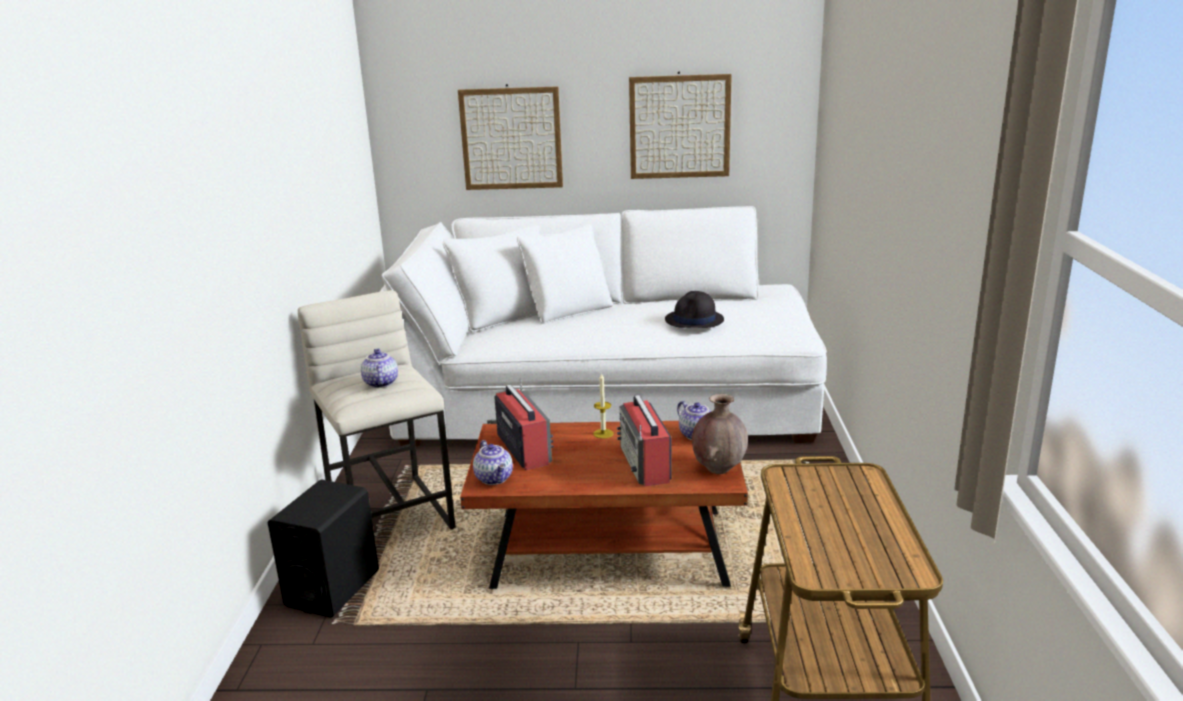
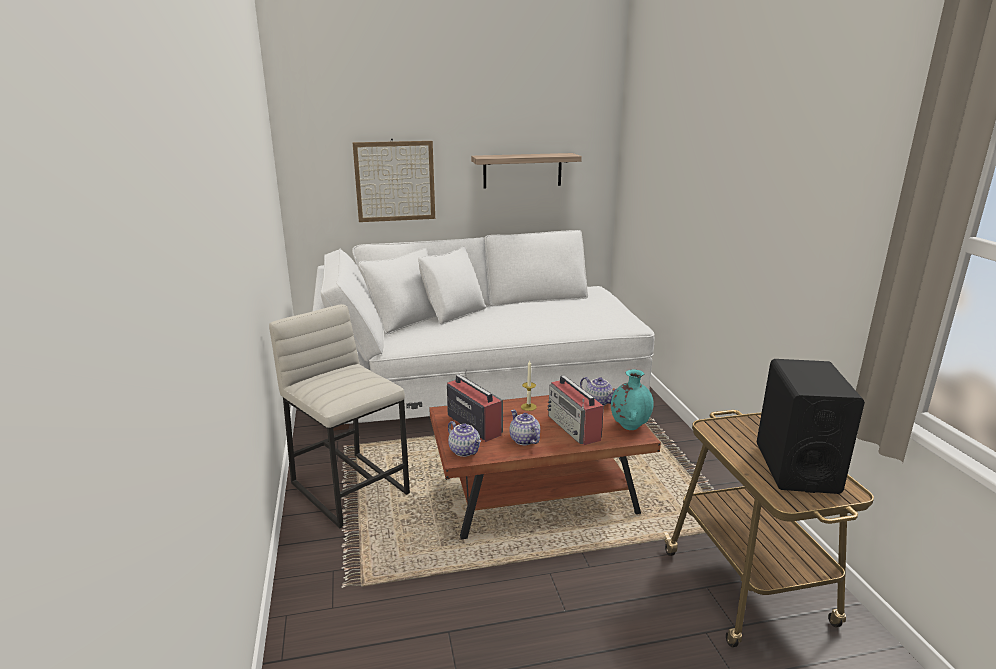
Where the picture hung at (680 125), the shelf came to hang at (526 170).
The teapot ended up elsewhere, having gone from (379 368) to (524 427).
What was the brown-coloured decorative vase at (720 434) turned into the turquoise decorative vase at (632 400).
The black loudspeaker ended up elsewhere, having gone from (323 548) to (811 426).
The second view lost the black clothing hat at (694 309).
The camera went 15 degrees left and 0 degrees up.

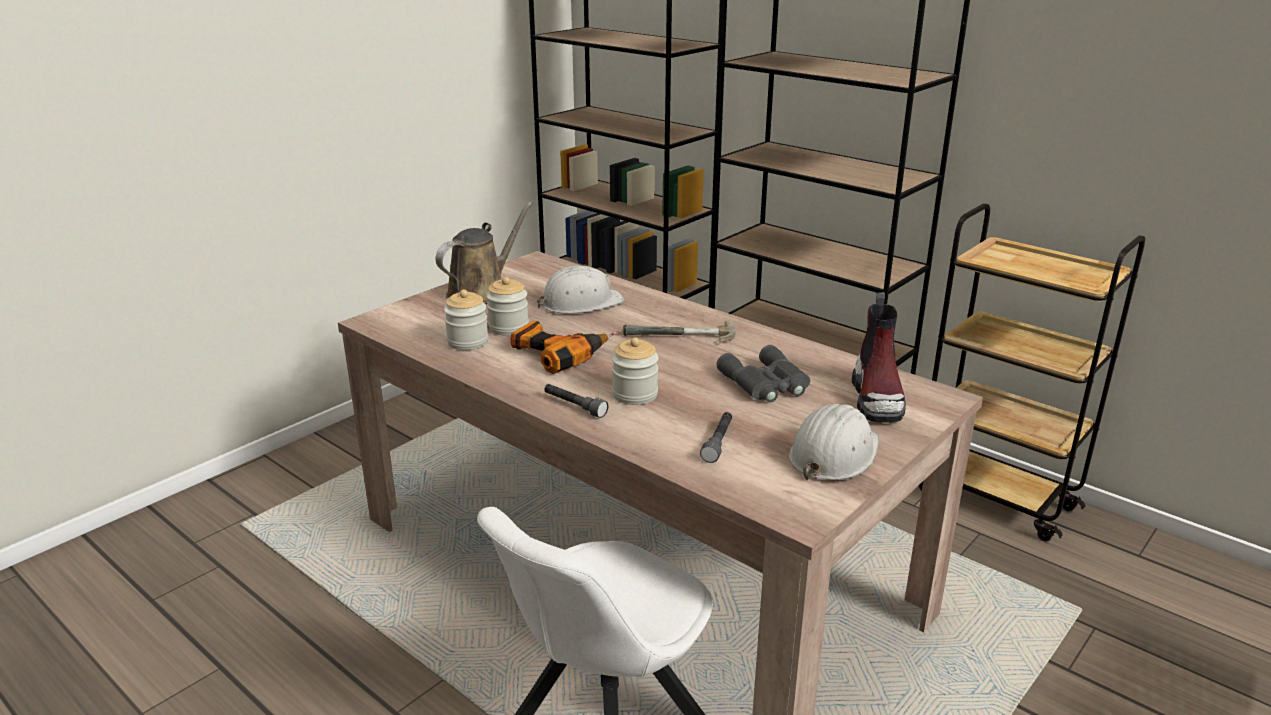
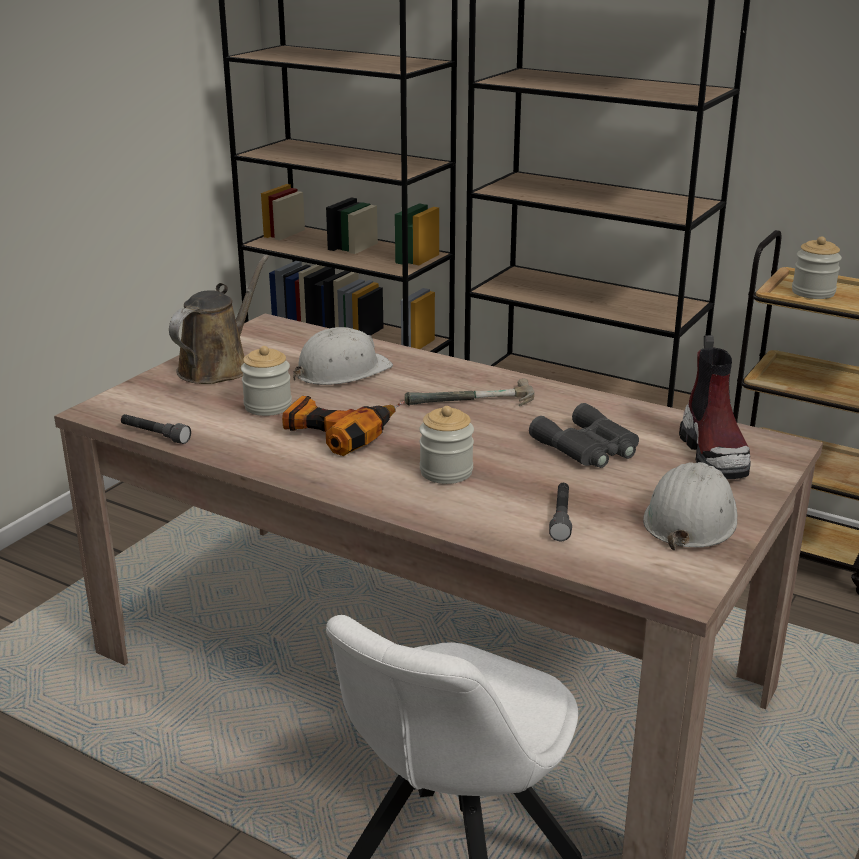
The gray hand torch ended up elsewhere, having gone from (576 401) to (156 429).
The preserve jar ended up elsewhere, having gone from (466 320) to (817 267).
The camera went 10 degrees left and 0 degrees up.

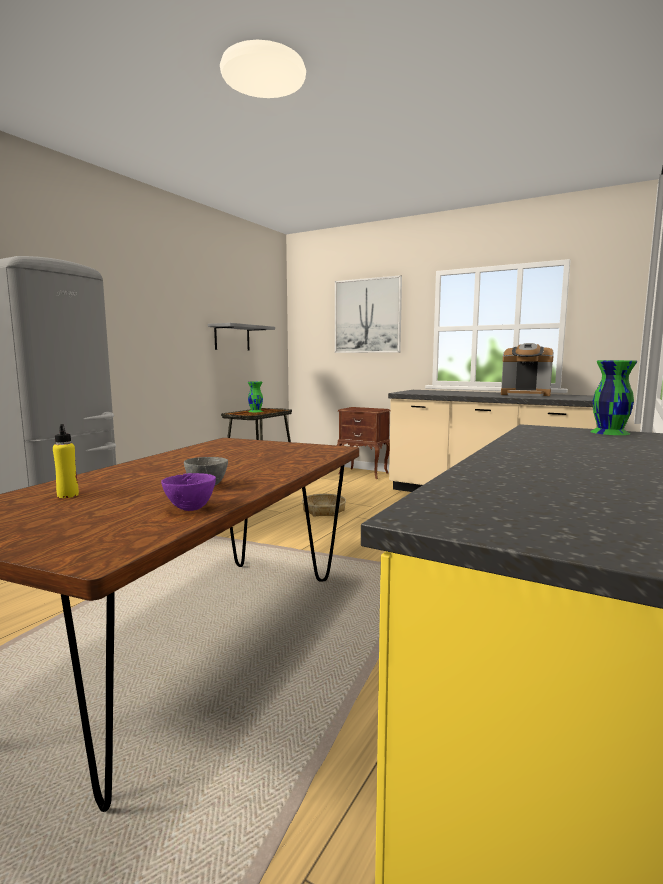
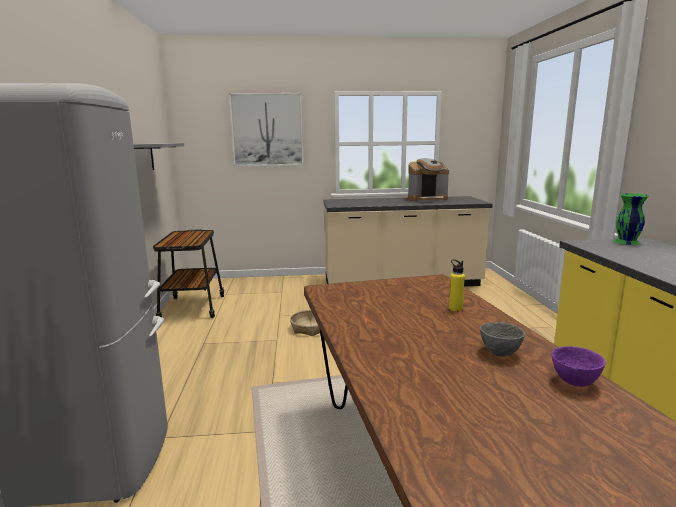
The yellowish bottle ended up elsewhere, having gone from (66 461) to (457 285).
The second view lost the green-coloured decorative vase at (255 396).
The second view lost the brown-coloured nightstand at (363 443).
The camera went 35 degrees left and 5 degrees up.

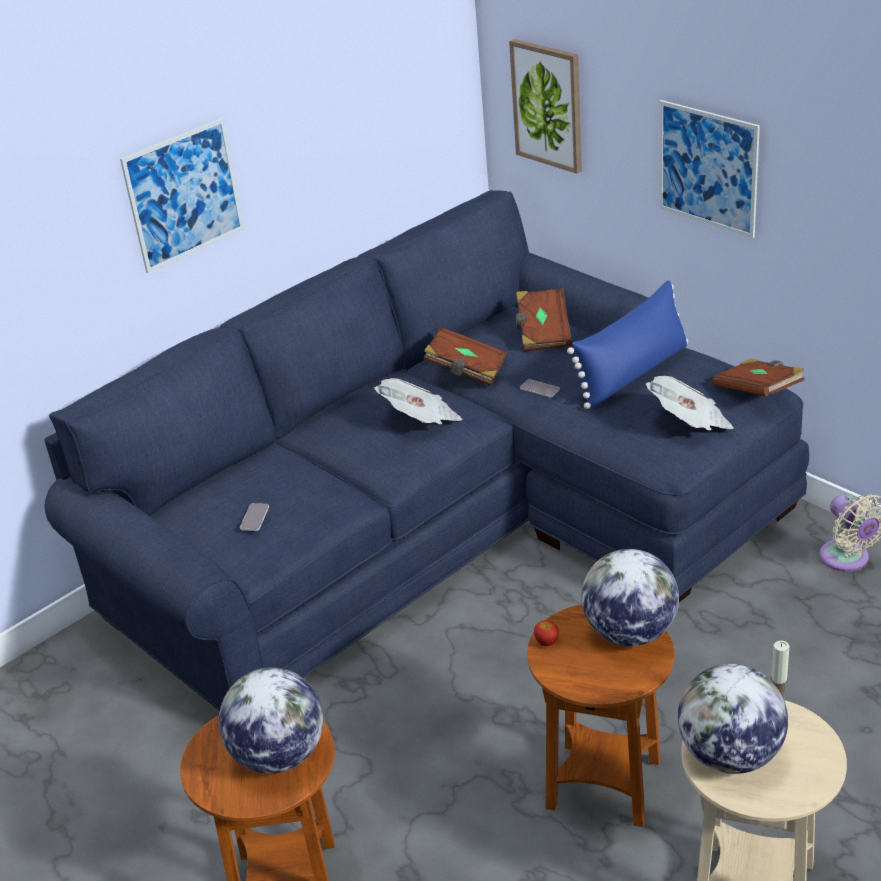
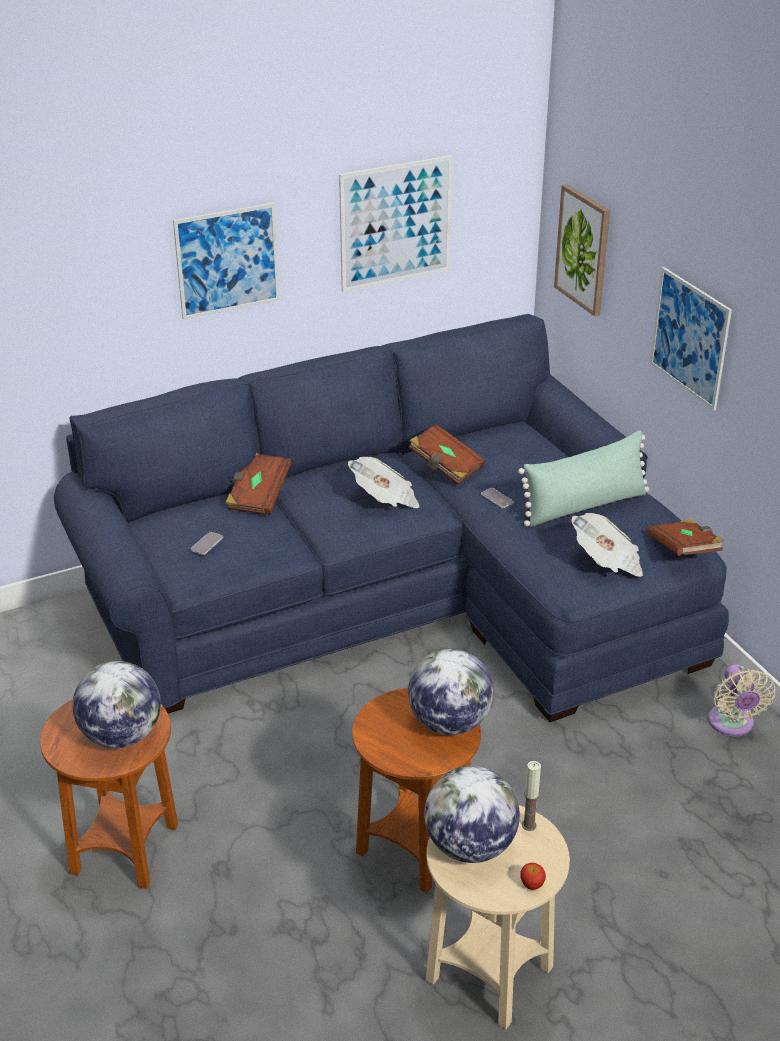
The brown-coloured book ended up elsewhere, having gone from (544 319) to (258 484).
The second view gained the picture at (396 223).
What was the blue pillow at (627 344) turned into the green-coloured pillow at (583 479).
The apple ended up elsewhere, having gone from (546 633) to (533 876).
The camera went 15 degrees right and 0 degrees up.

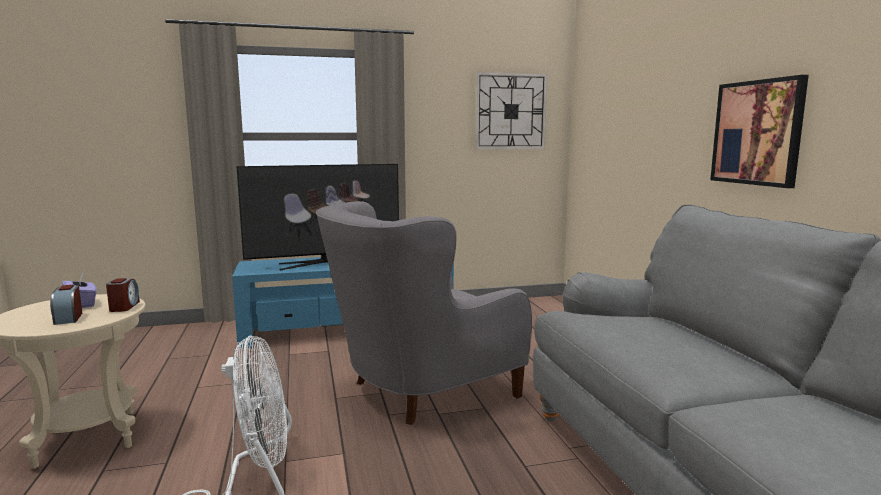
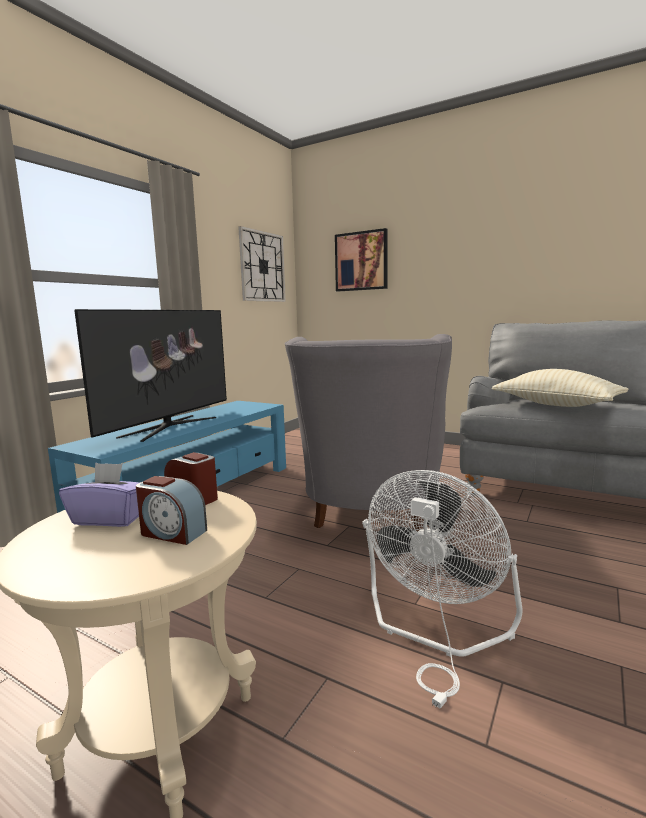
The picture ended up elsewhere, having gone from (759 131) to (361 260).
The second view gained the beige pillow at (559 388).
The camera went 45 degrees left and 0 degrees up.

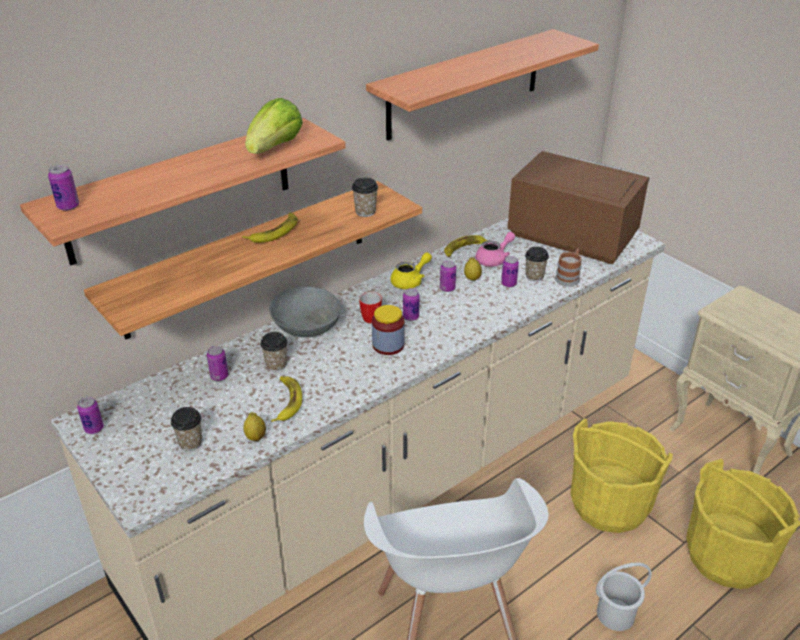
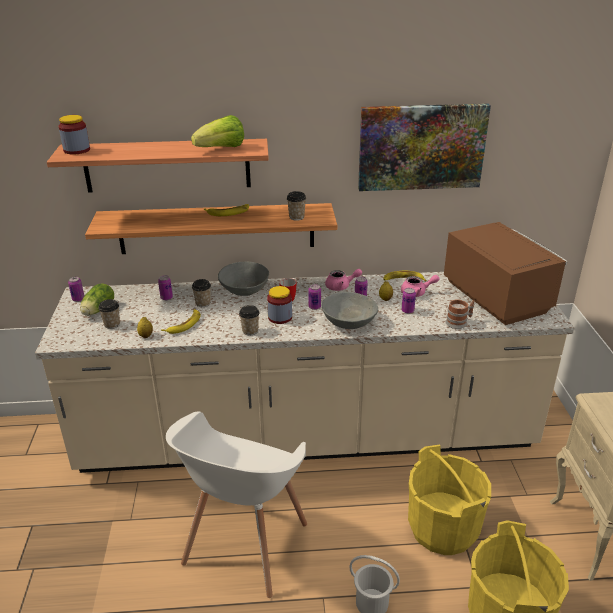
Where the sealed can stood at (63 188), the preserve jar came to stand at (74 134).
The second view gained the lettuce head at (97 300).
The drinking cup ended up elsewhere, having gone from (537 264) to (249 320).
The second view gained the gray serving bowl at (349 310).
What was the yellowish teapot at (411 270) turned into the pink teapot at (343 280).
Where the shelf hung at (482 85), the picture came to hang at (424 147).
The camera went 35 degrees right and 5 degrees down.

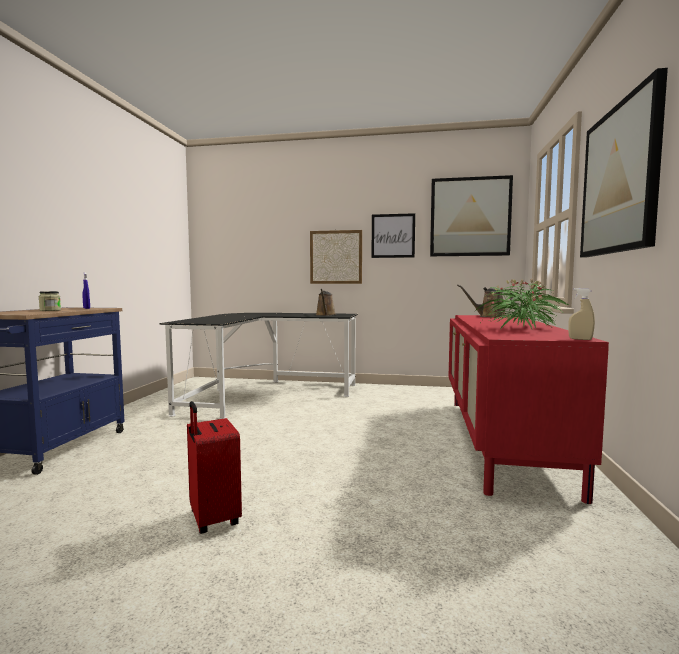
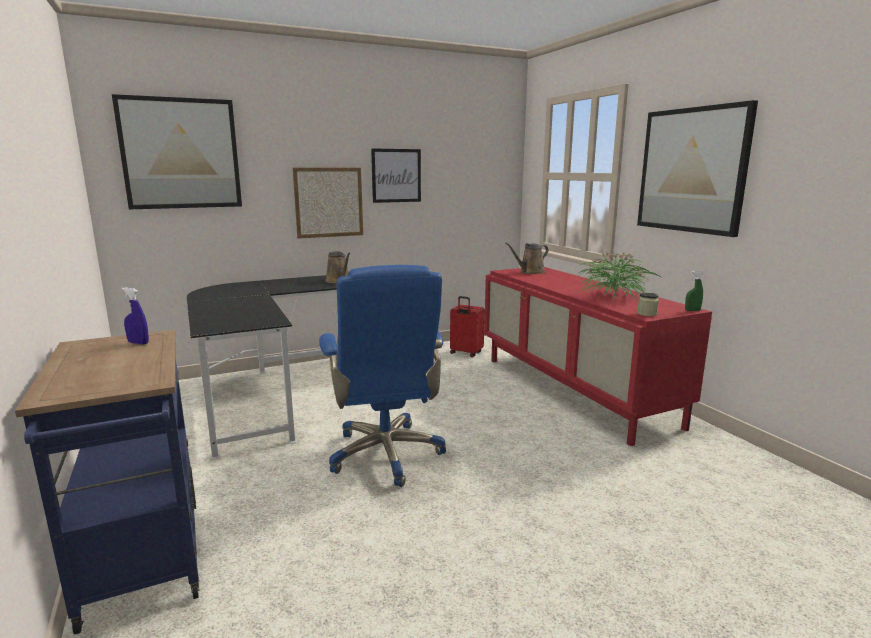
The picture ended up elsewhere, having gone from (471 215) to (177 151).
The second view gained the blue office chair at (382 376).
The red-coloured travel case ended up elsewhere, having gone from (214 467) to (467 326).
The preserve jar ended up elsewhere, having gone from (50 301) to (648 304).
What was the beige hand sprayer at (581 314) turned into the green-coloured hand sprayer at (694 291).
The camera went 35 degrees left and 10 degrees up.

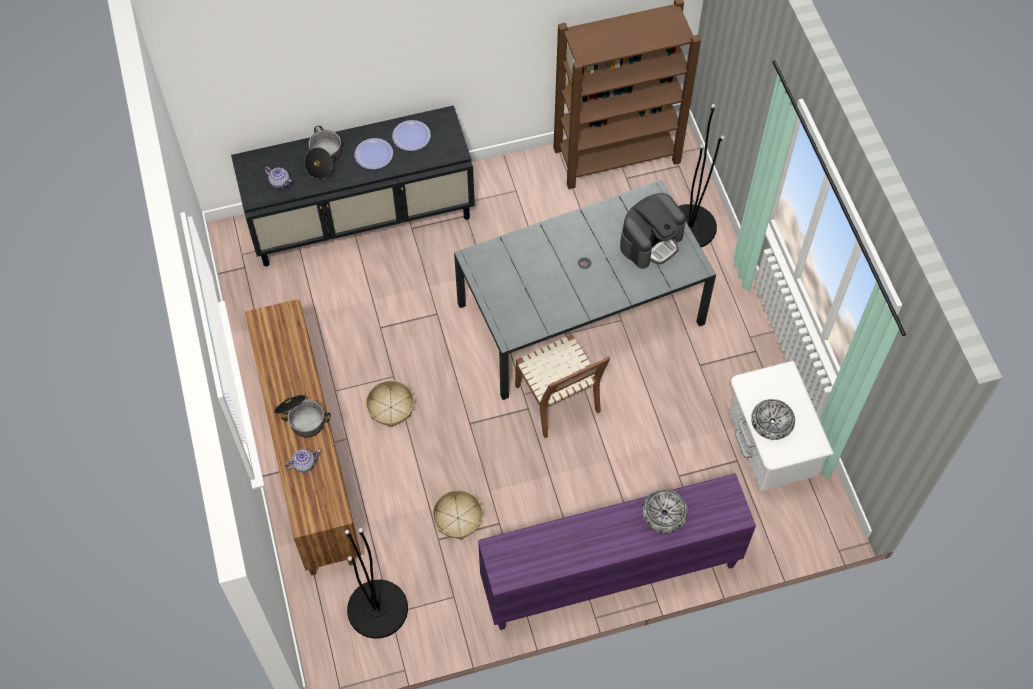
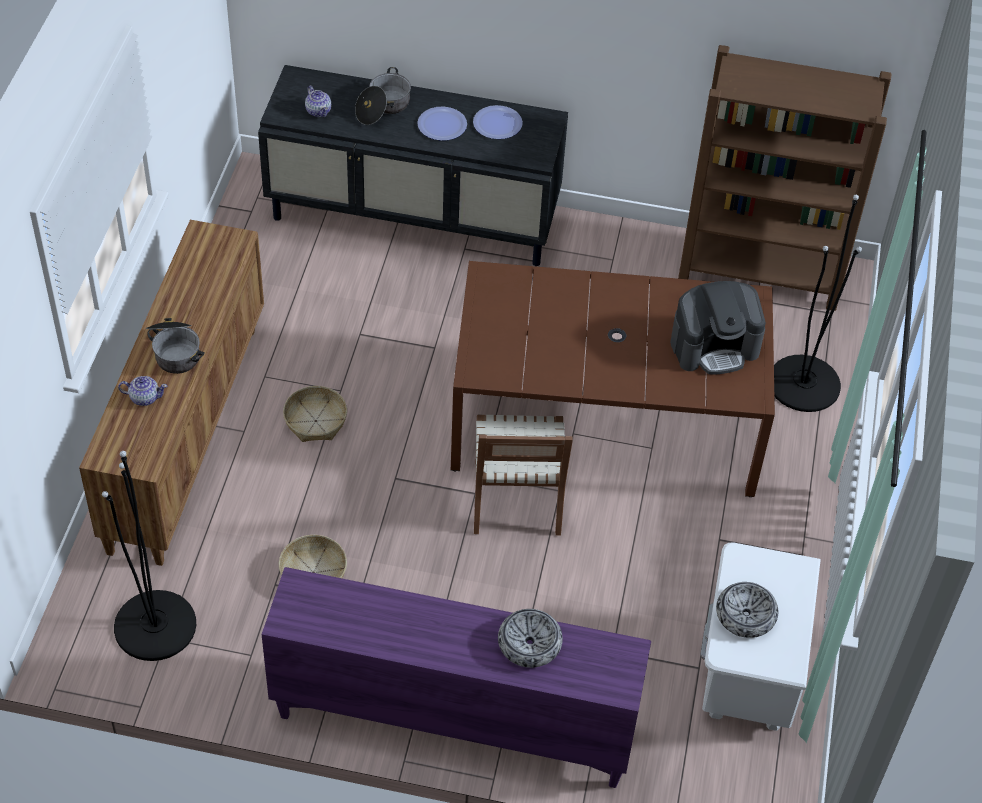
What was the gray dinner table at (585 290) turned into the brown-coloured dinner table at (612 379).
The camera went 25 degrees right and 10 degrees down.

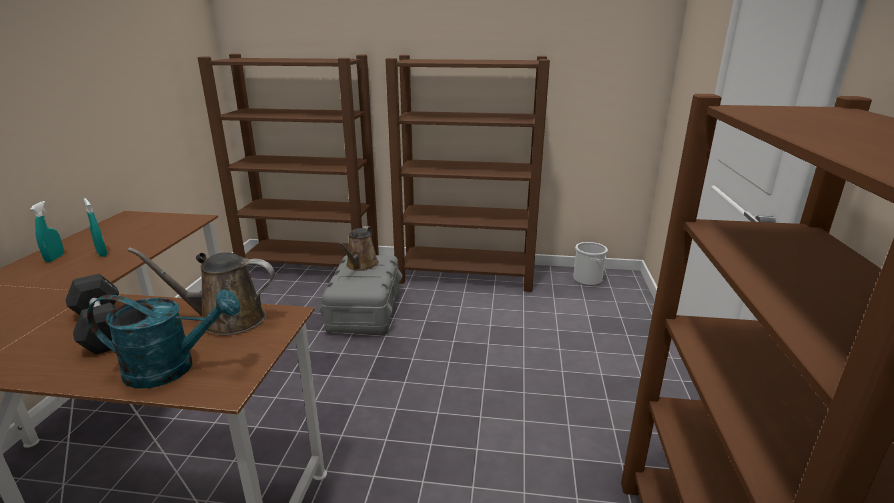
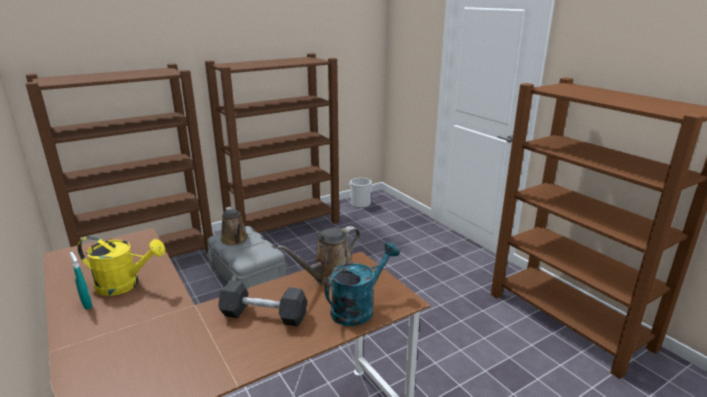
Where the turquoise hand sprayer stood at (96 227), the yellowish watering can came to stand at (121 266).
The camera went 40 degrees left and 0 degrees up.

